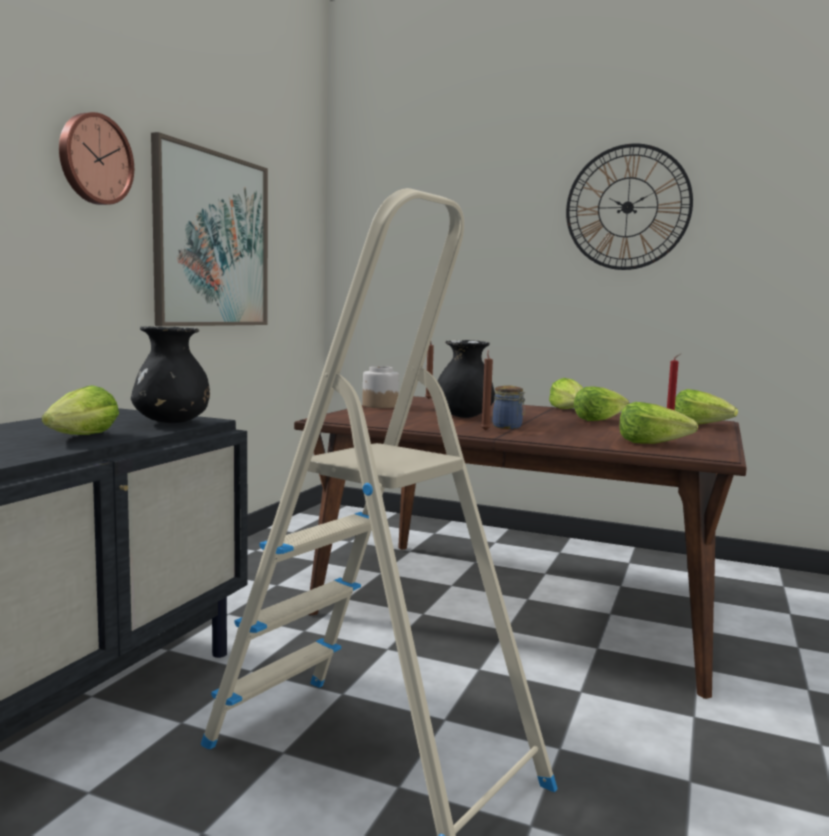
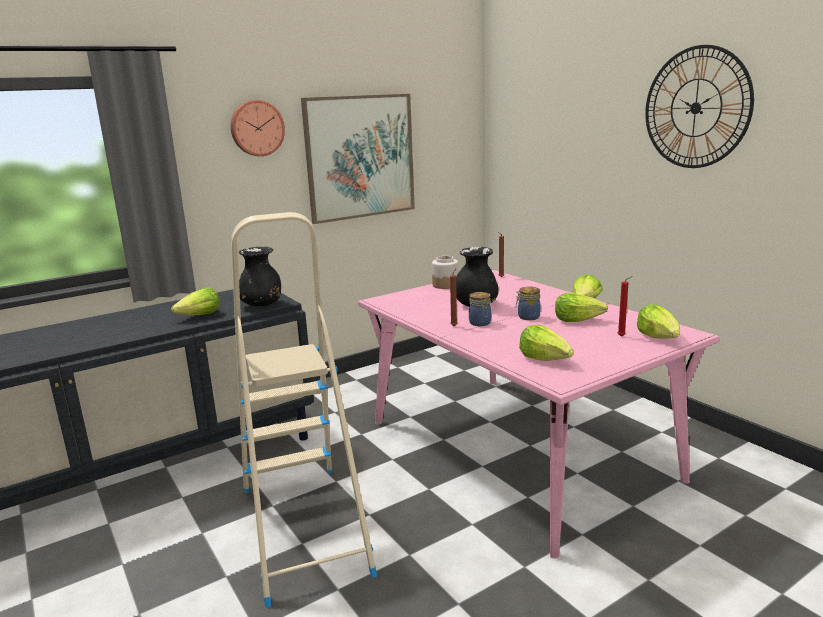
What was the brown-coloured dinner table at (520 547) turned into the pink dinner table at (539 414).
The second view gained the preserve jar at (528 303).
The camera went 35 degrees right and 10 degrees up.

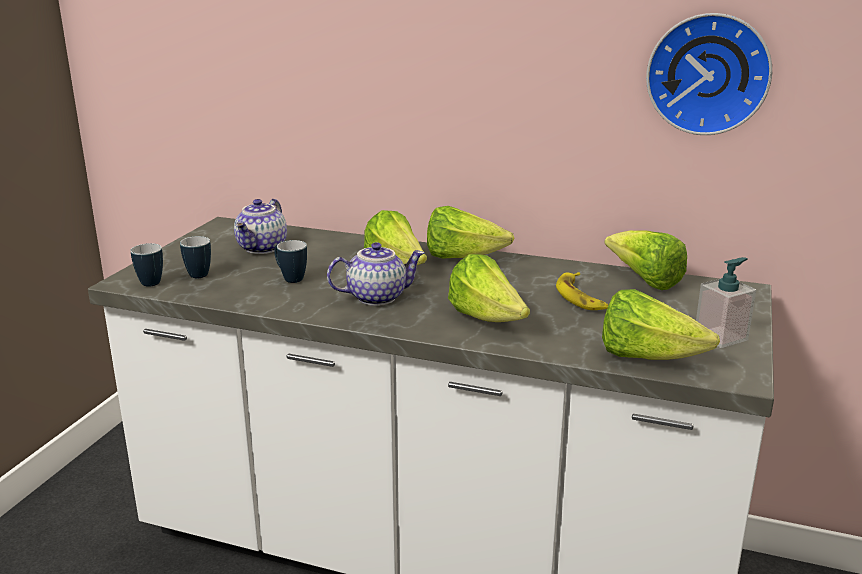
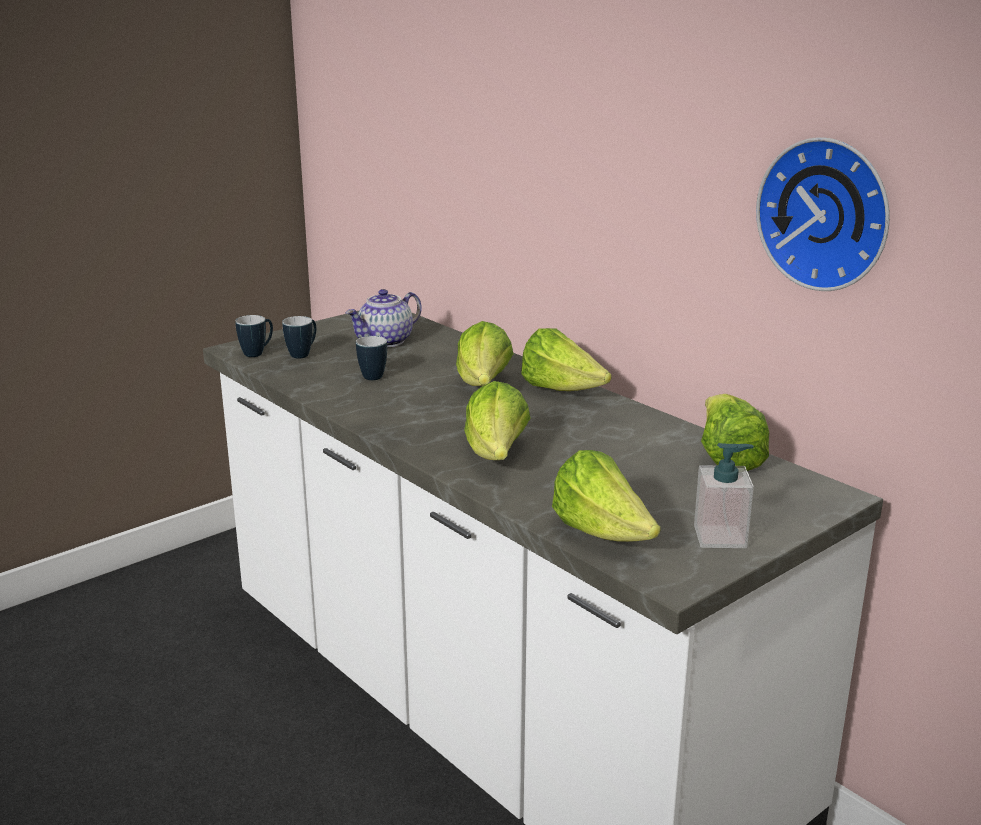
The second view lost the teapot at (375 274).
The second view lost the whole banana at (582 291).
The camera went 30 degrees right and 0 degrees up.

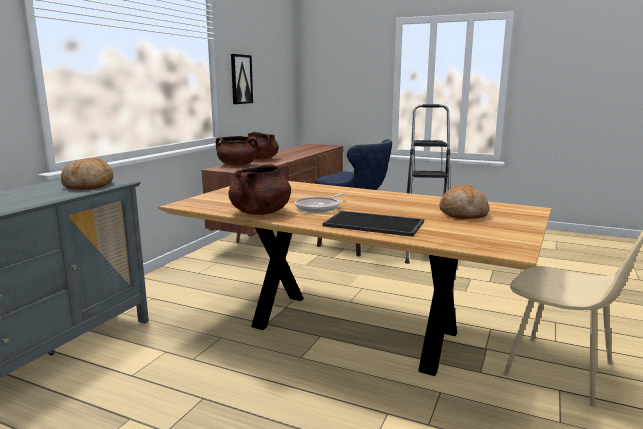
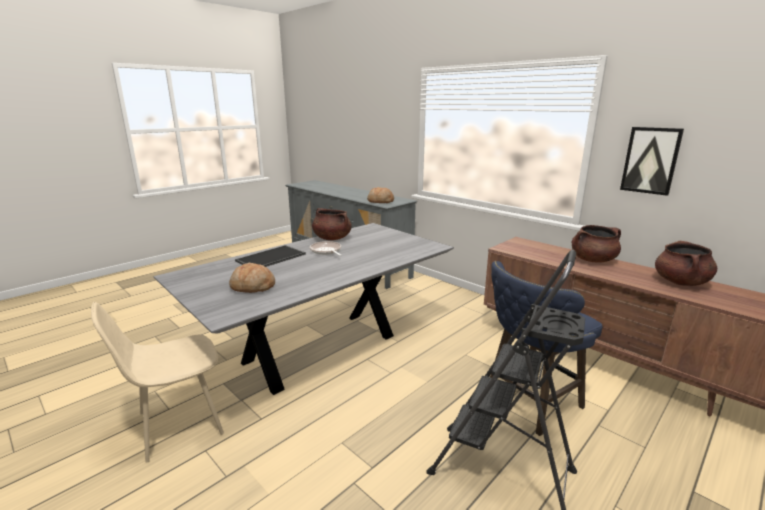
What was the brown-coloured dinner table at (355 278) turned into the gray dinner table at (303 309).
The brown-coloured cooking pot ended up elsewhere, having gone from (237 151) to (686 263).
The camera went 110 degrees right and 5 degrees up.

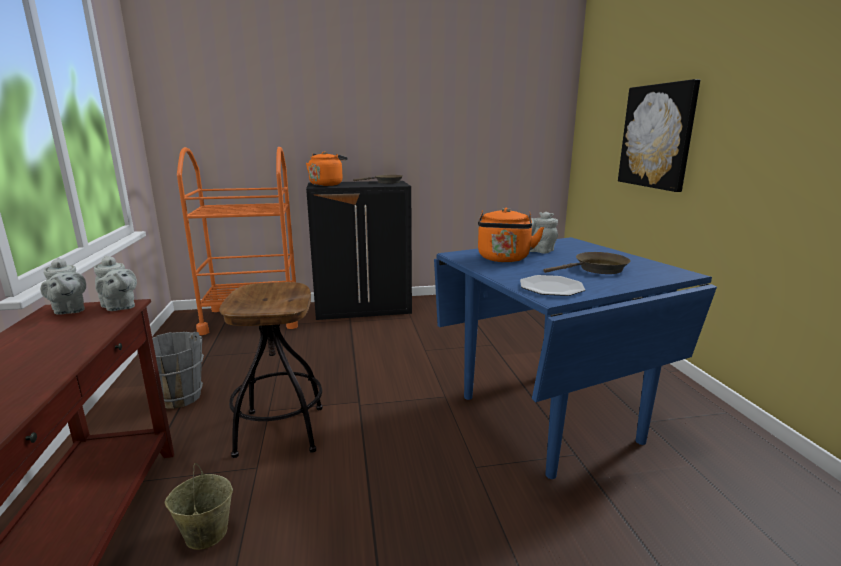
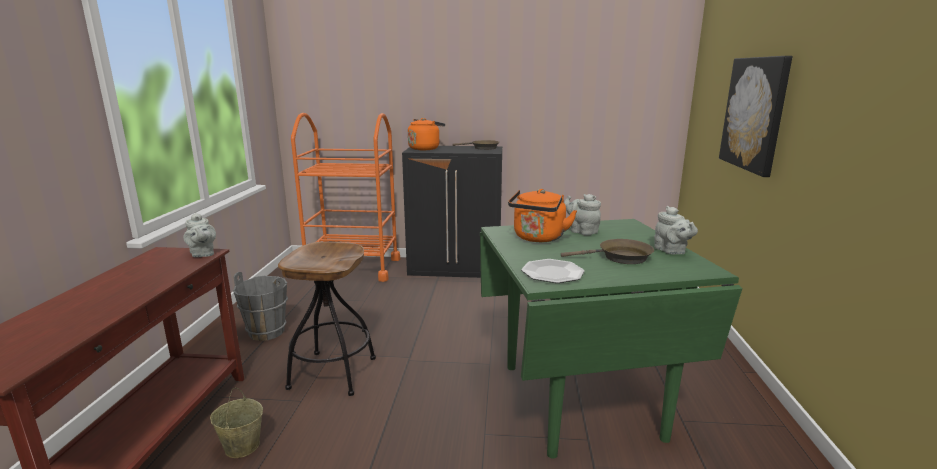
What was the blue dinner table at (575 358) turned into the green-coloured dinner table at (611 339).
The gray teapot ended up elsewhere, having gone from (63 286) to (676 230).
The camera went 15 degrees right and 0 degrees up.

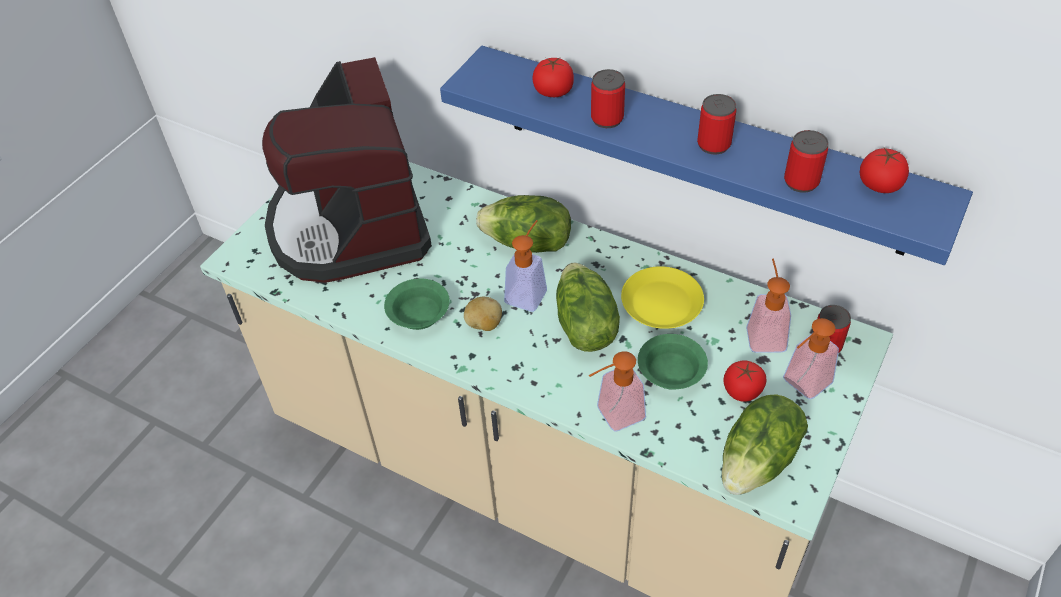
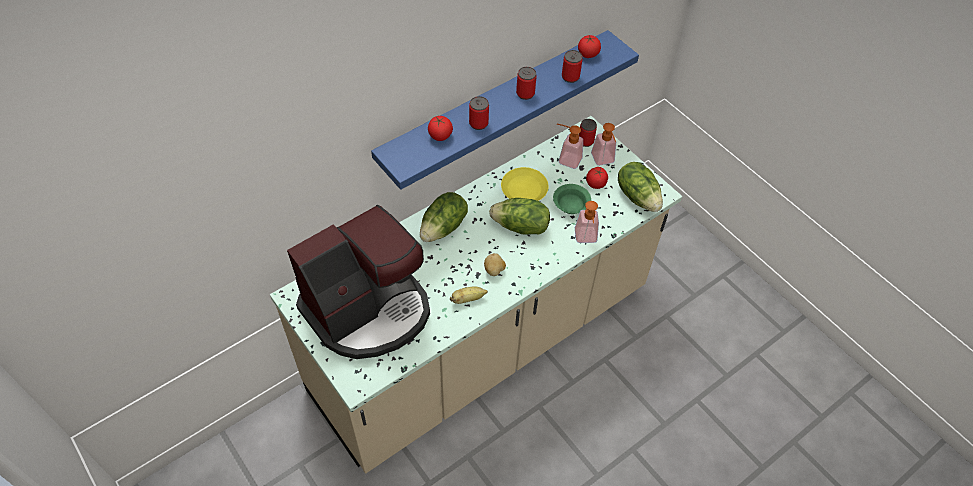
The coffee machine at (347 170) ended up facing another way, 45 degrees counterclockwise from before.
Where the green-coloured serving bowl stood at (417 304), the whole banana came to stand at (469 295).
The second view lost the soap bottle at (525 266).
The camera went 70 degrees left and 5 degrees up.

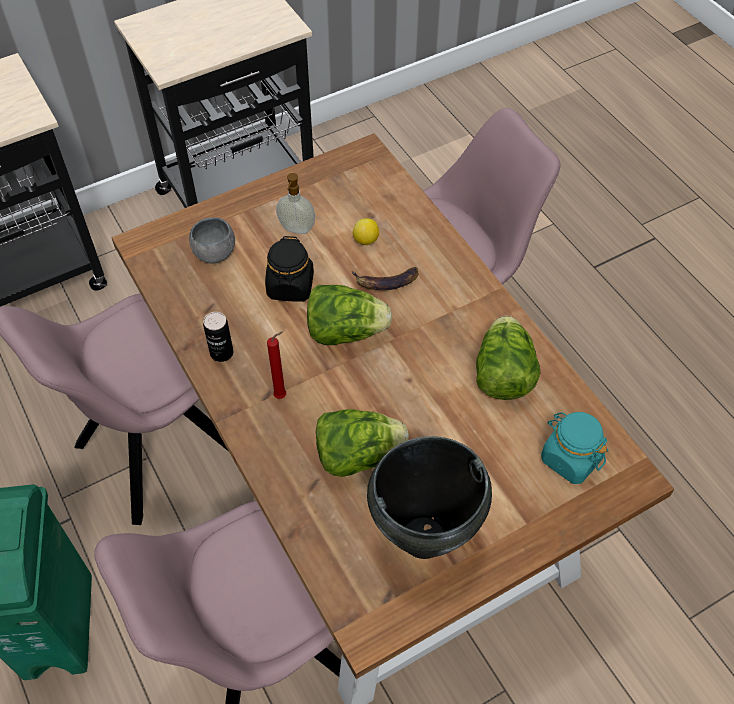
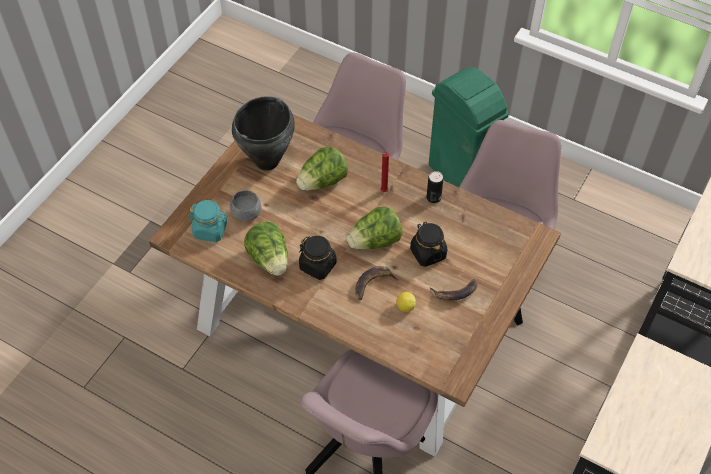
The gray serving bowl ended up elsewhere, having gone from (212 240) to (245 205).
The second view gained the black preserve jar at (317 258).
Where the soap bottle stood at (295 203), the whole banana came to stand at (453 290).
The camera went 150 degrees right and 0 degrees up.

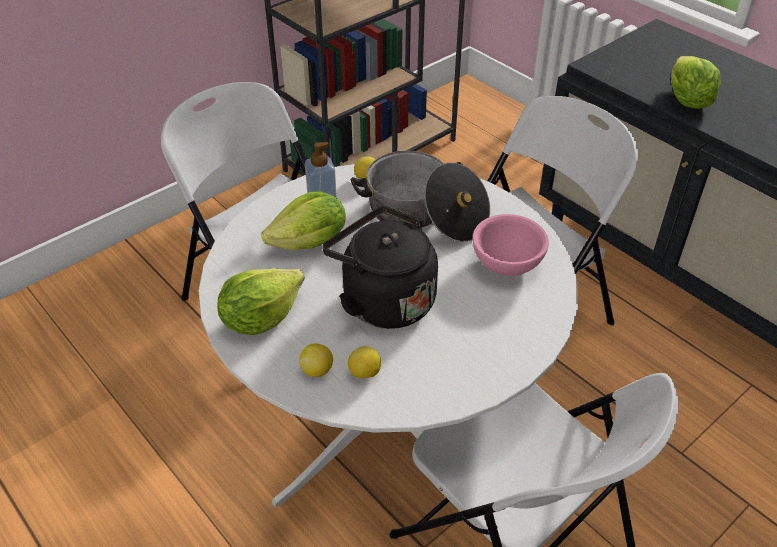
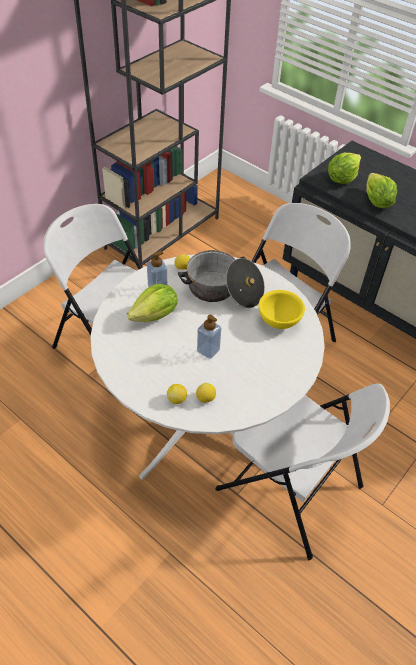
Where the black water kettle stood at (380 267), the soap bottle came to stand at (209 337).
What was the pink serving bowl at (510 245) turned into the yellowish serving bowl at (281 309).
The lettuce head ended up elsewhere, having gone from (261 301) to (344 168).
The camera went 10 degrees left and 5 degrees up.

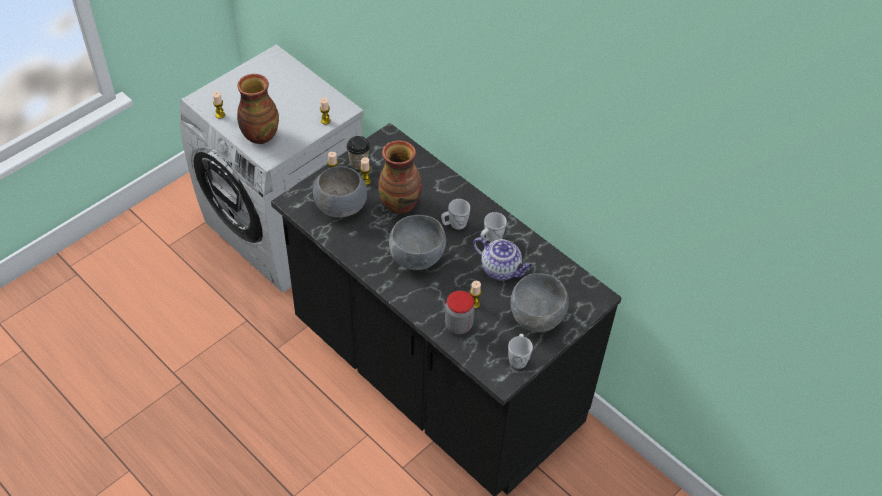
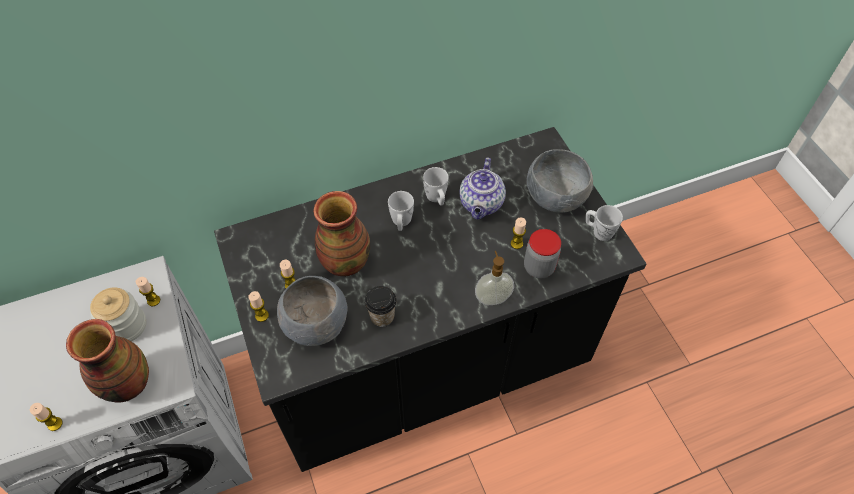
The second view gained the preserve jar at (118 314).
The drinking cup ended up elsewhere, having gone from (358 153) to (381 306).
The teapot at (502 259) ended up facing another way, 135 degrees clockwise from before.
The second view gained the soap bottle at (494 278).
The second view lost the gray serving bowl at (417 242).
The camera went 65 degrees left and 5 degrees up.

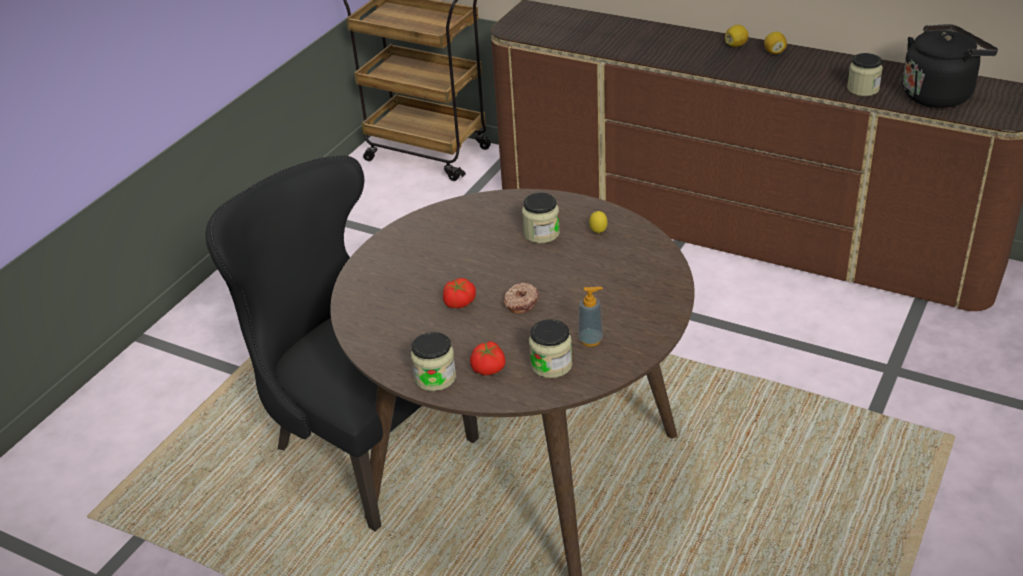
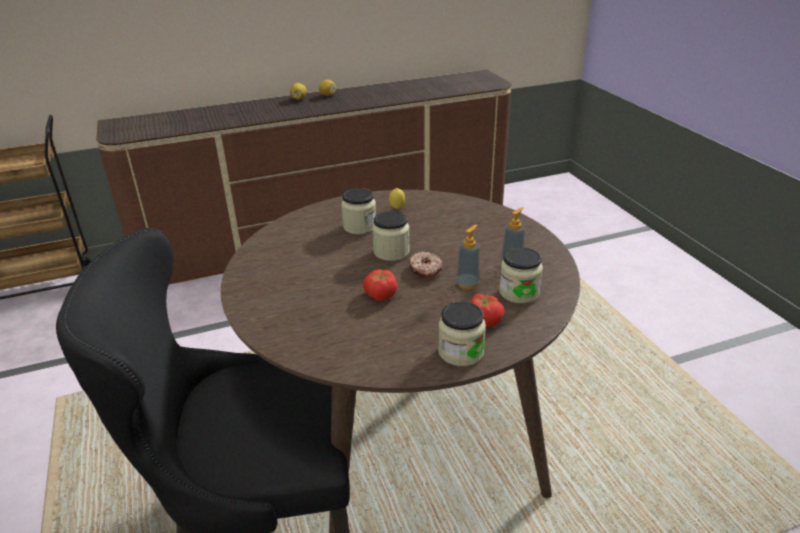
The preserve jar ended up elsewhere, having gone from (865 74) to (391 236).
The second view gained the soap bottle at (468 257).
The second view lost the black water kettle at (950 66).
The camera went 50 degrees left and 5 degrees down.

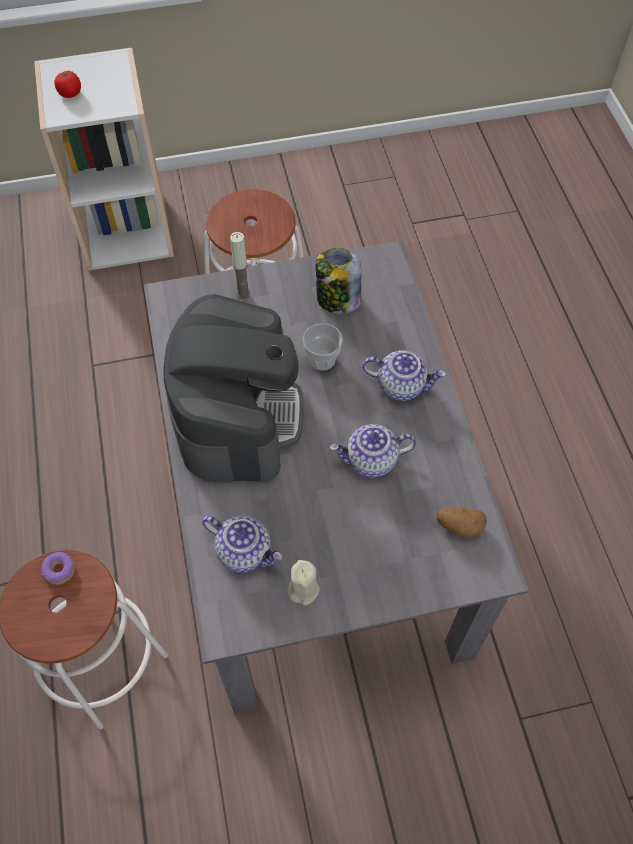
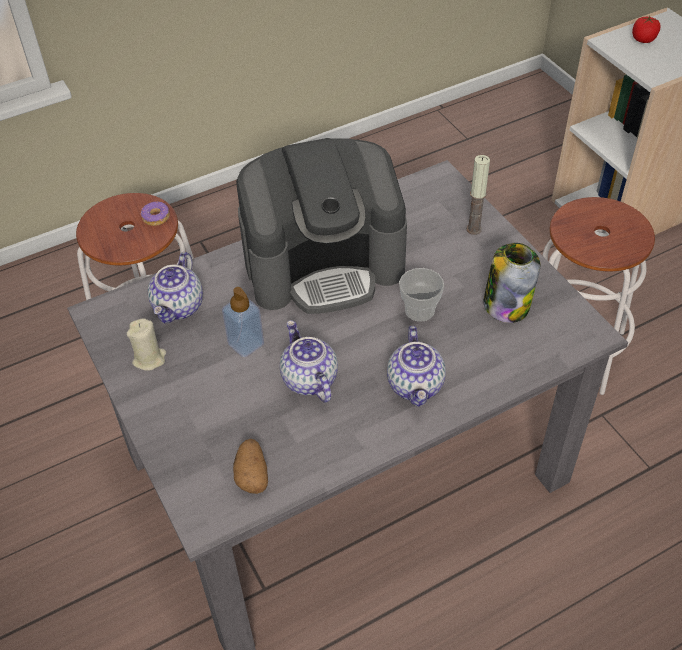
The second view gained the soap bottle at (243 322).
The camera went 75 degrees right and 10 degrees down.

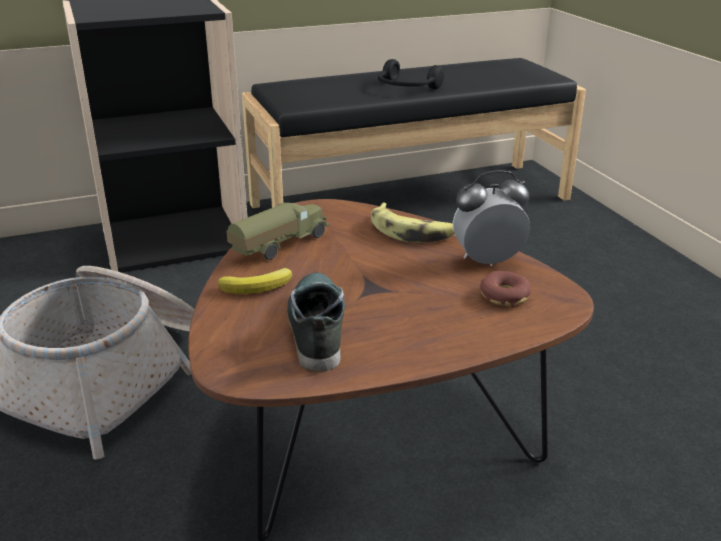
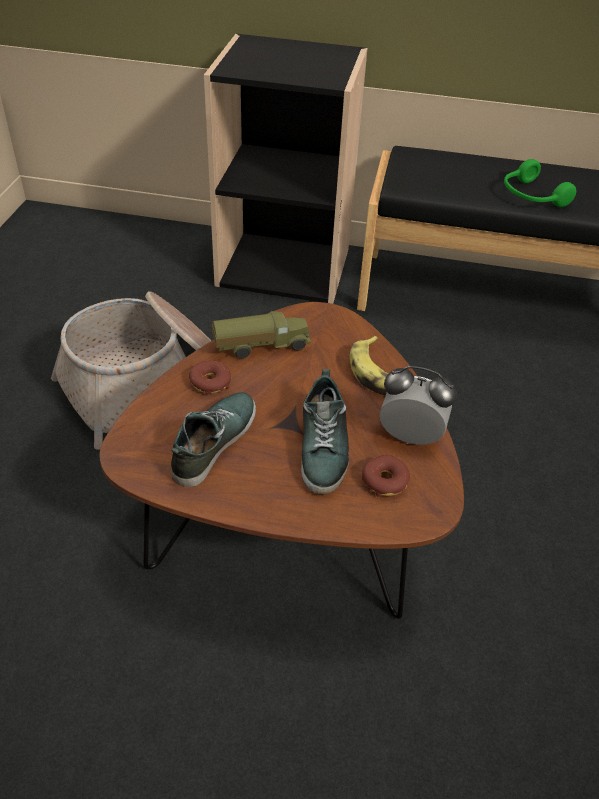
Where the whole banana stood at (255 281), the ring doughnut came to stand at (210 377).
The second view gained the shoe at (325 431).
What was the black pair of headphones at (411 74) turned into the green-coloured pair of headphones at (540 183).
The camera went 30 degrees right and 15 degrees up.

